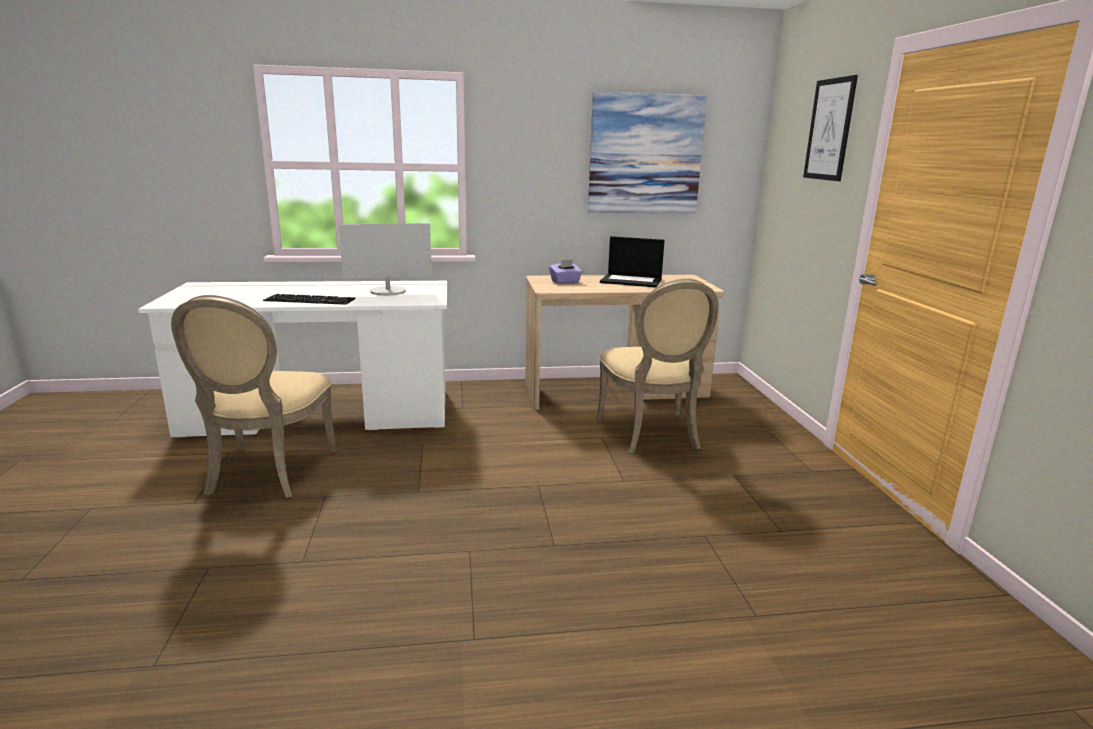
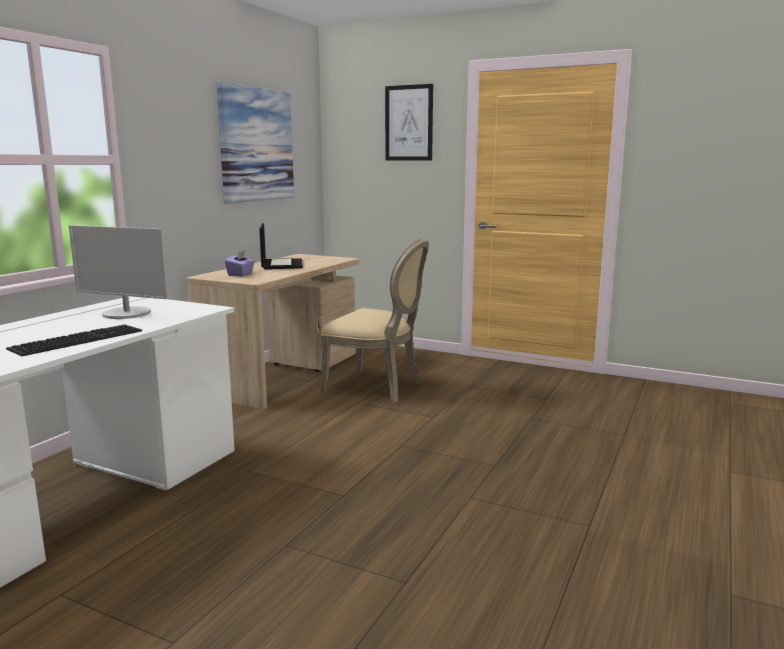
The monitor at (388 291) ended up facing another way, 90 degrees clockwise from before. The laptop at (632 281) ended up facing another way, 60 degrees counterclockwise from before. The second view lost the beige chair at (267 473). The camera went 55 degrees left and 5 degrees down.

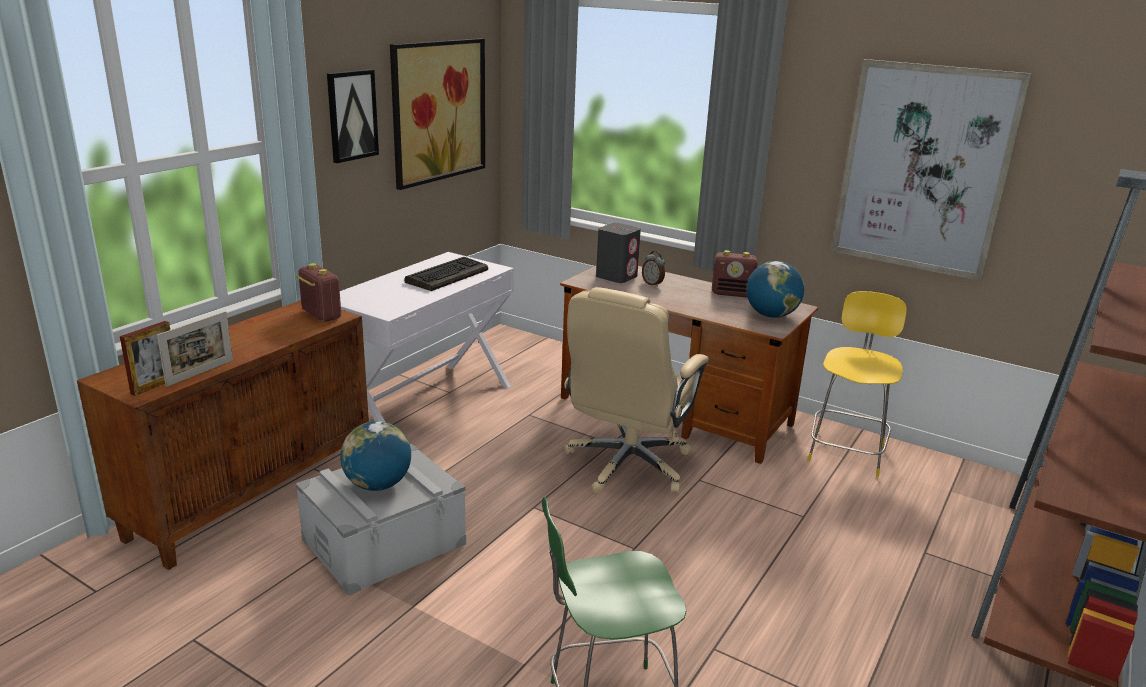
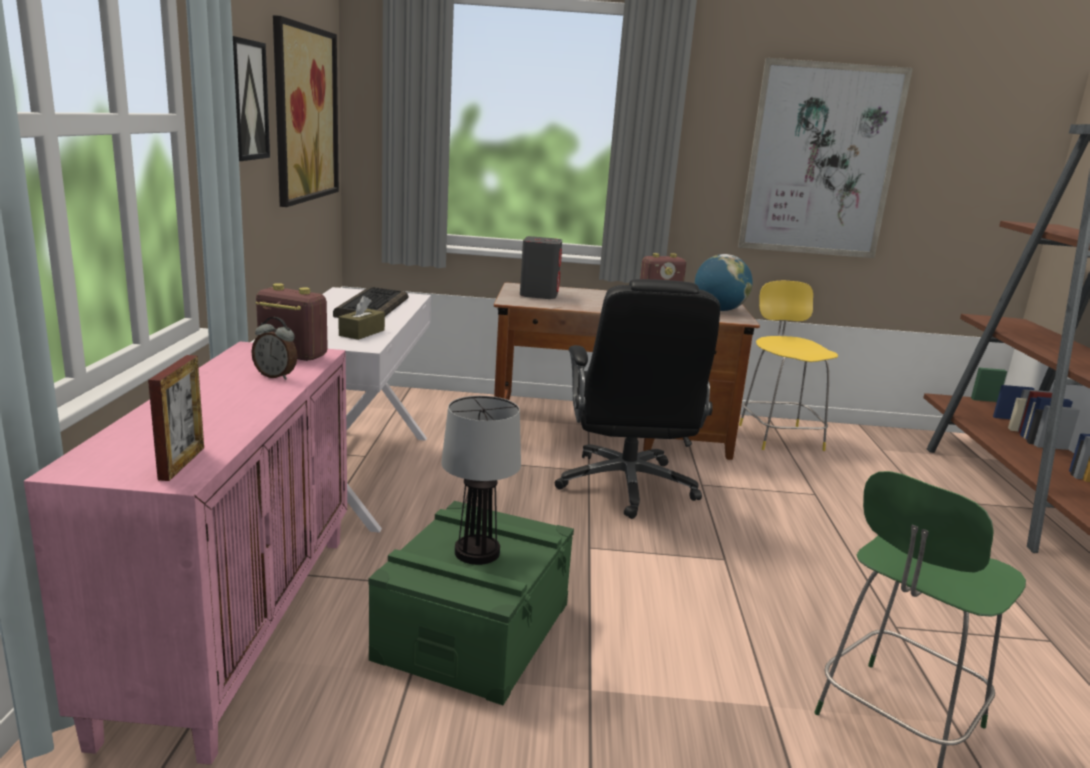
What was the brown cabinet at (253 493) turned into the pink cabinet at (235 624). The alarm clock ended up elsewhere, having gone from (653 284) to (276 376). The second view gained the brown tissue box at (362 333). What was the grey storage box at (384 542) turned into the green storage box at (474 630). Where the globe stood at (378 485), the table lamp came to stand at (476 552). What was the beige office chair at (627 465) turned into the black office chair at (627 486). The second view lost the picture frame at (200 373). The camera went 30 degrees left and 5 degrees down.

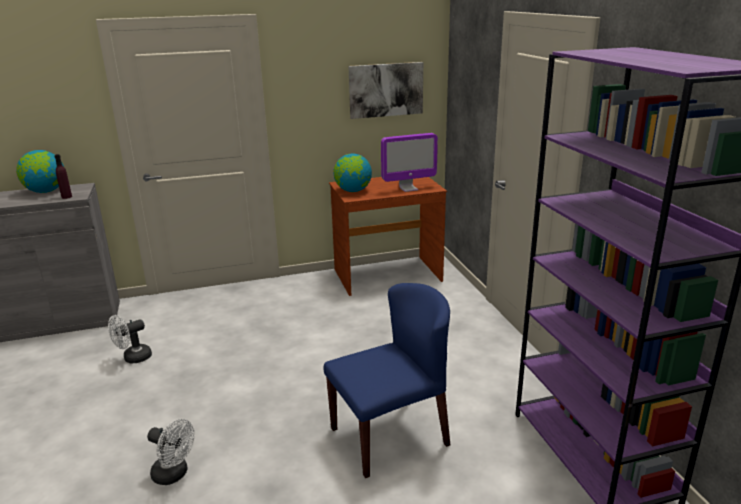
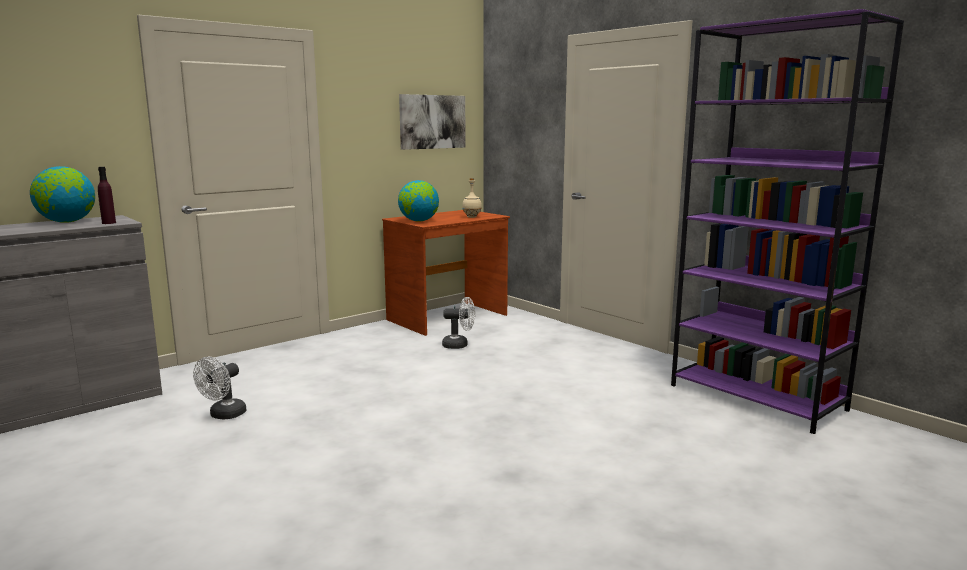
The white fan ended up elsewhere, having gone from (174 474) to (459 345). Where the monitor stood at (408 189), the beige bottle came to stand at (472 217). The second view lost the blue chair at (390 436). The camera went 25 degrees left and 10 degrees down.

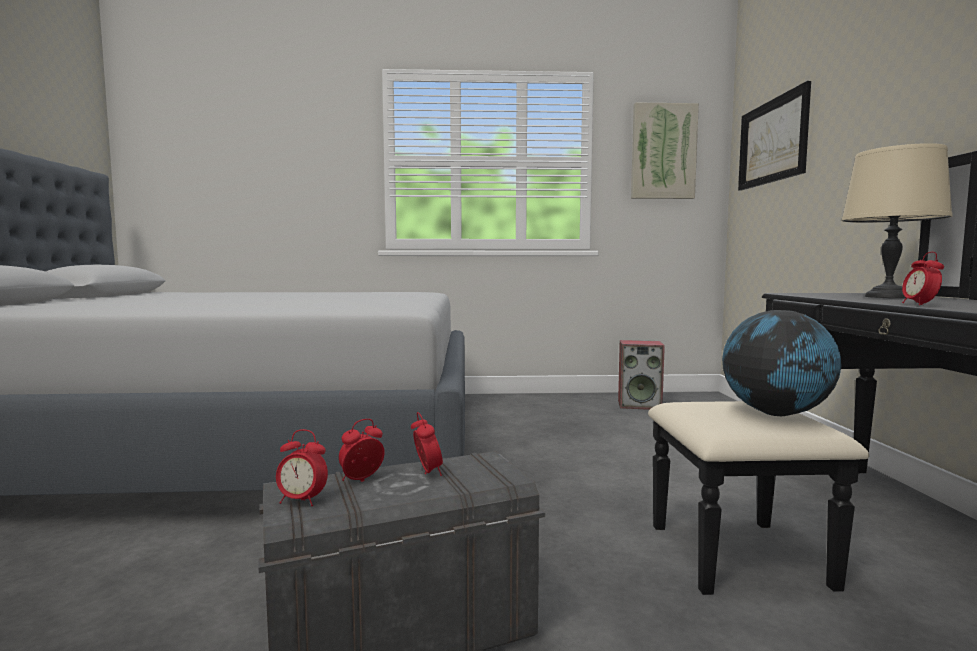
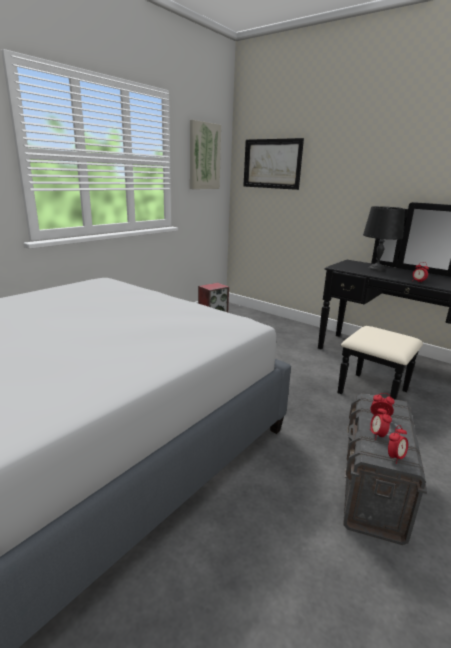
What was the beige table lamp at (886 297) turned into the black table lamp at (376 269). The second view lost the globe at (776 413). The camera went 50 degrees left and 15 degrees up.

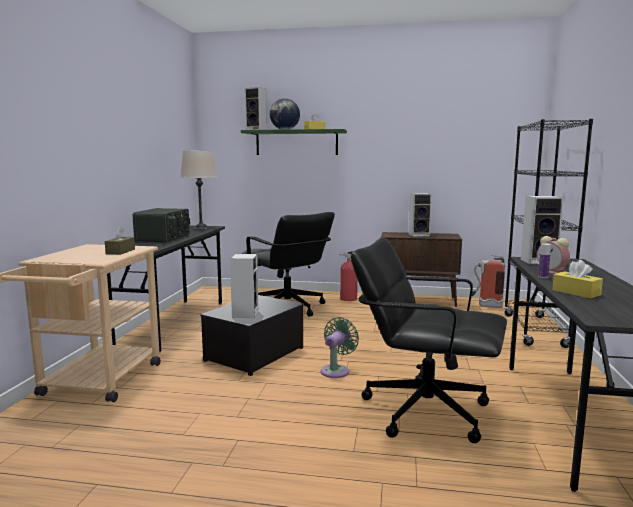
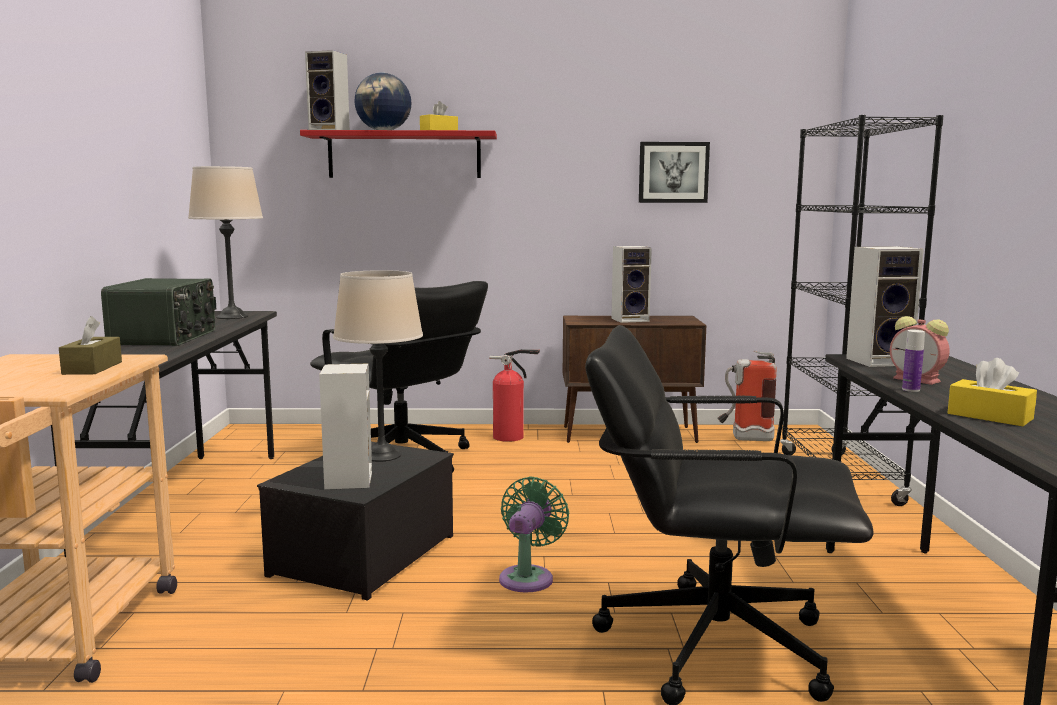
What was the green shelf at (296 142) turned into the red shelf at (404 155). The second view gained the beige table lamp at (382 455). The second view gained the picture at (673 172). The camera went 10 degrees left and 0 degrees up.

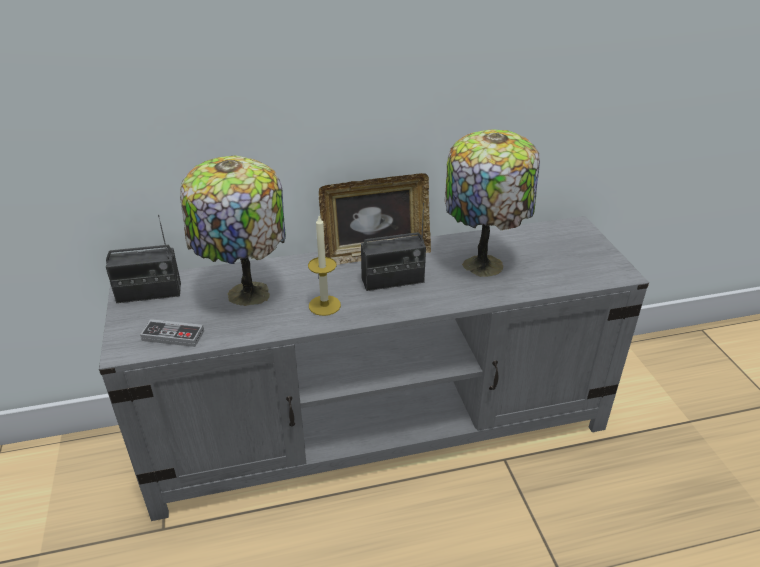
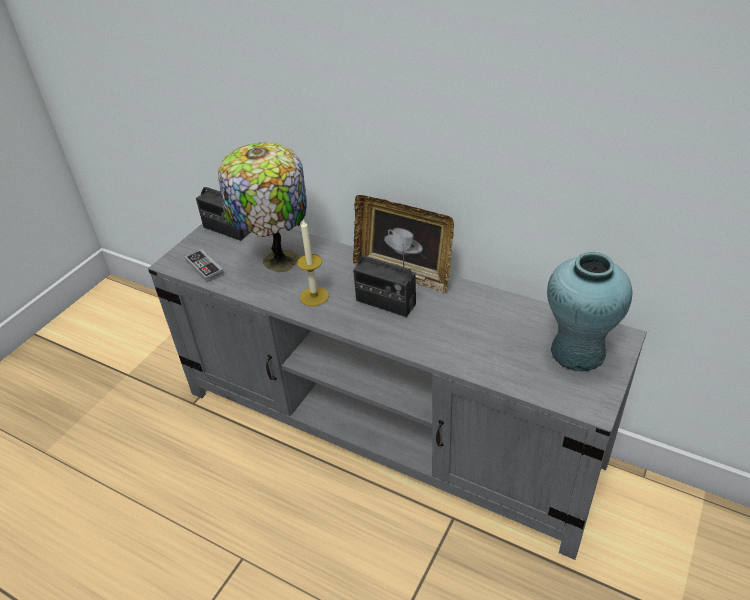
The second view gained the turquoise vase at (577 352). The second view lost the table lamp at (484 263). The camera went 45 degrees right and 5 degrees up.

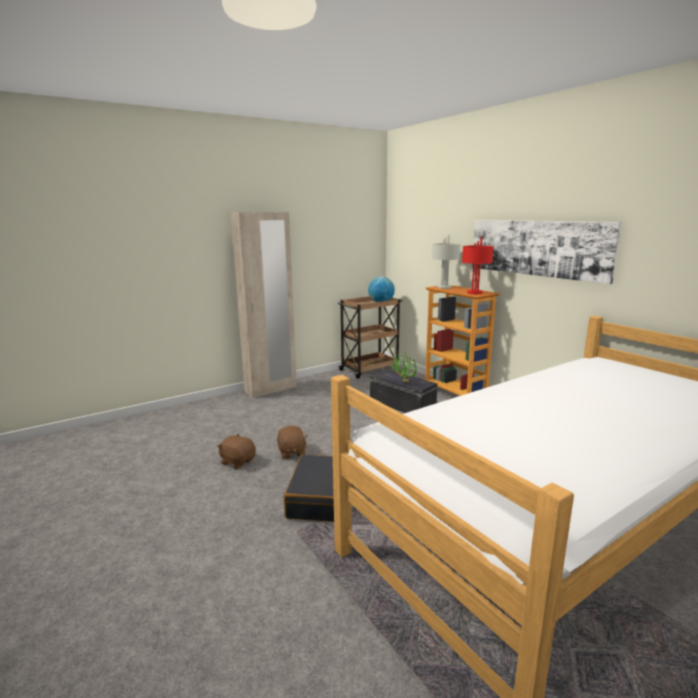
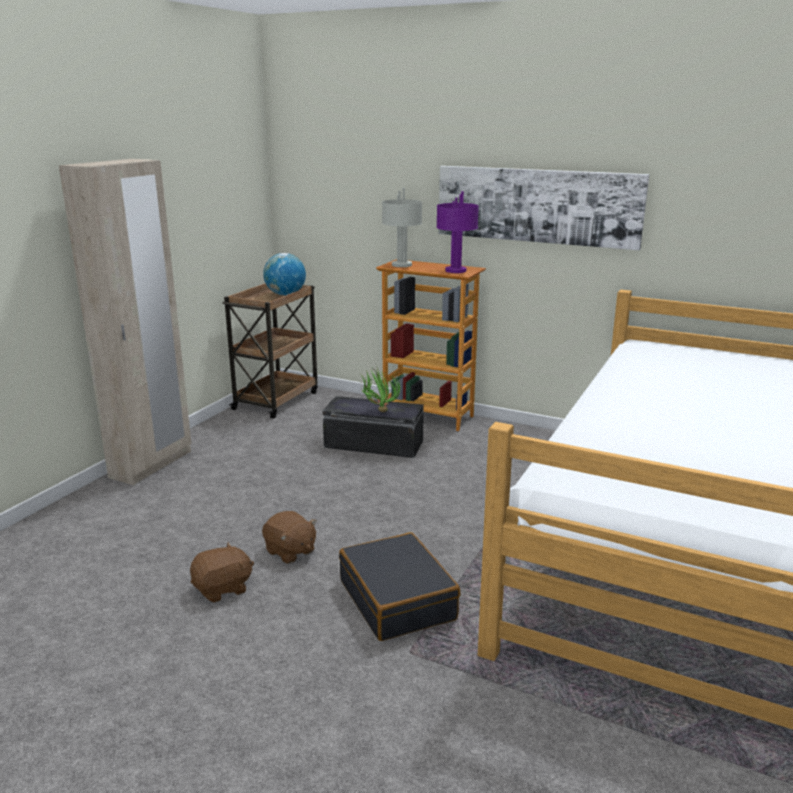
The brown plush toy at (238 461) ended up facing another way, 150 degrees clockwise from before. What was the red table lamp at (474 293) turned into the purple table lamp at (455 271). The camera went 30 degrees left and 5 degrees up.

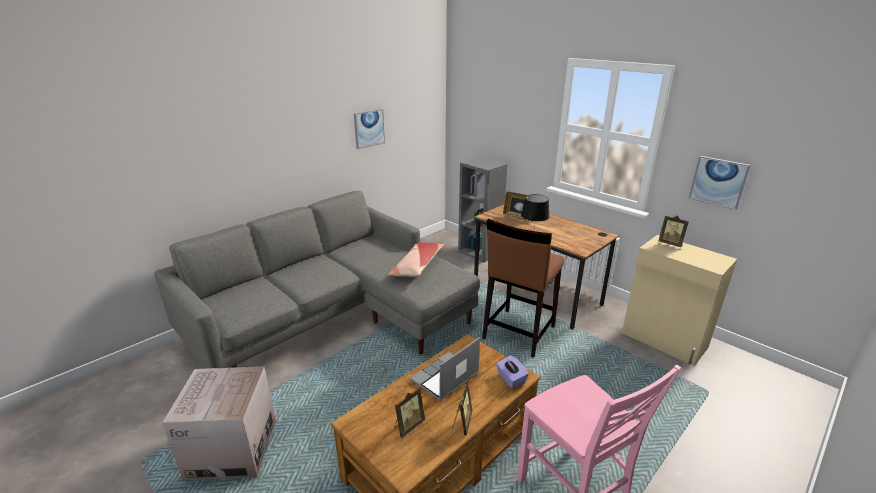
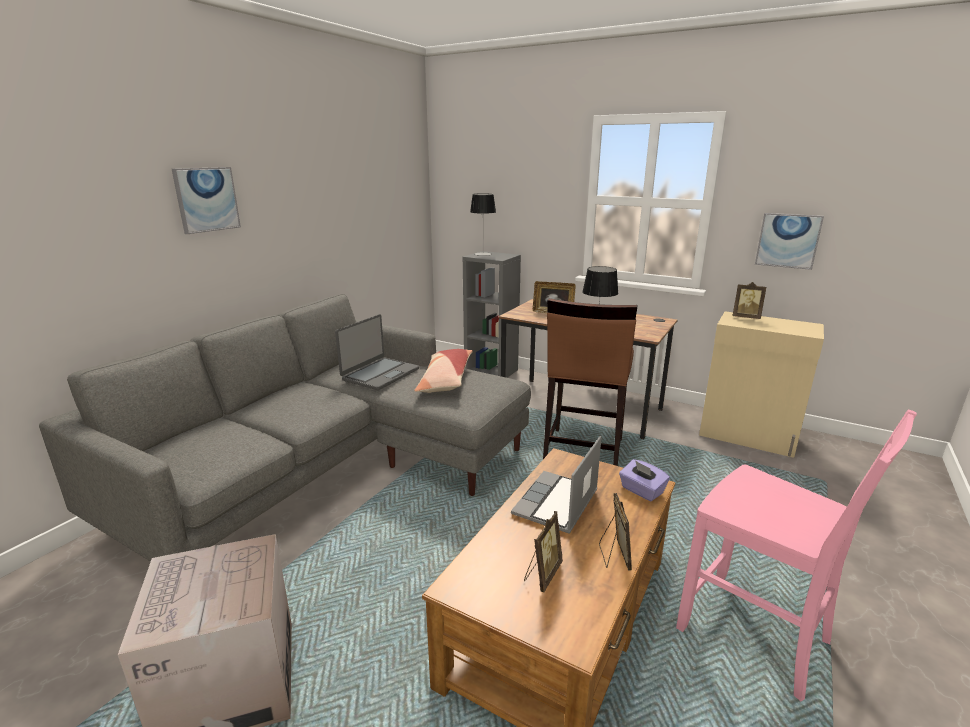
The picture ended up elsewhere, having gone from (369 128) to (206 199). The second view gained the laptop at (380 374). The second view gained the table lamp at (483 254). The camera went 15 degrees left and 5 degrees down.

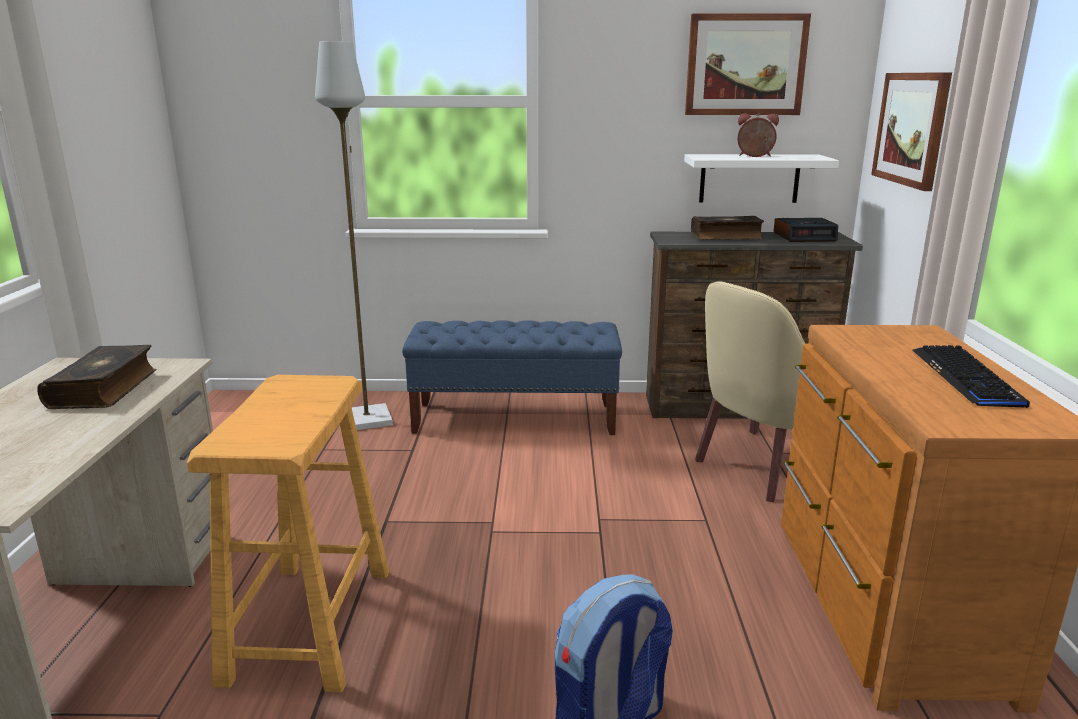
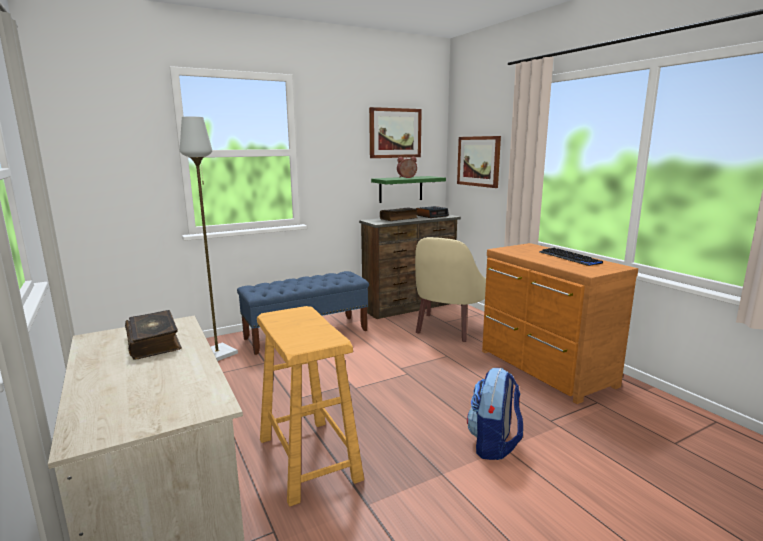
What was the white shelf at (749 178) turned into the green shelf at (401 189). The camera went 30 degrees left and 5 degrees down.

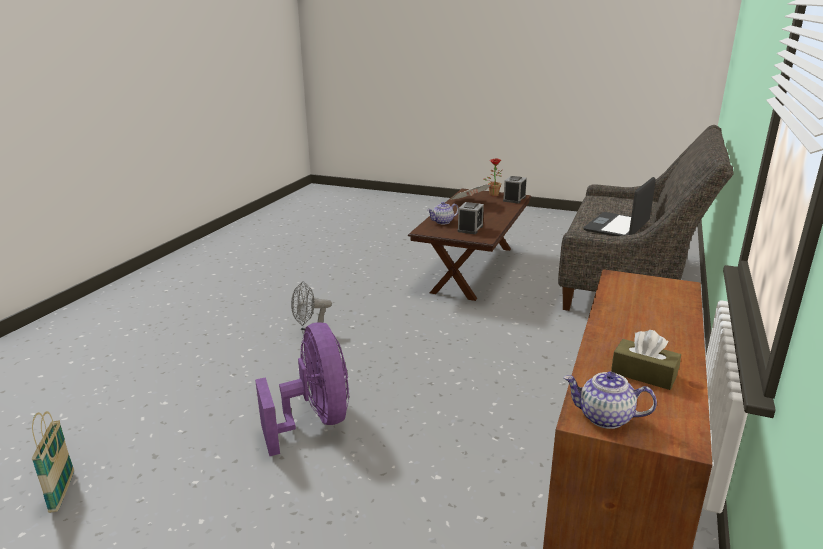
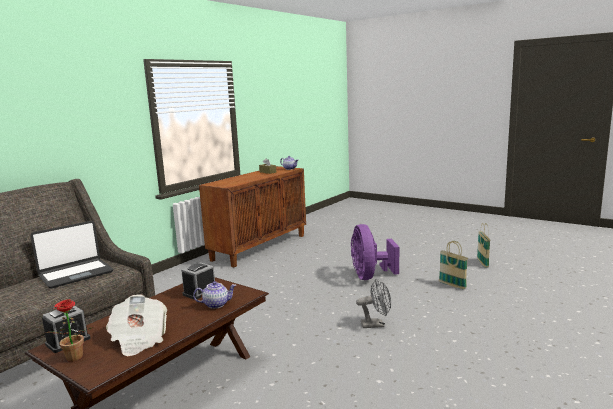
The second view gained the basket at (452 285). The camera went 165 degrees left and 10 degrees down.

